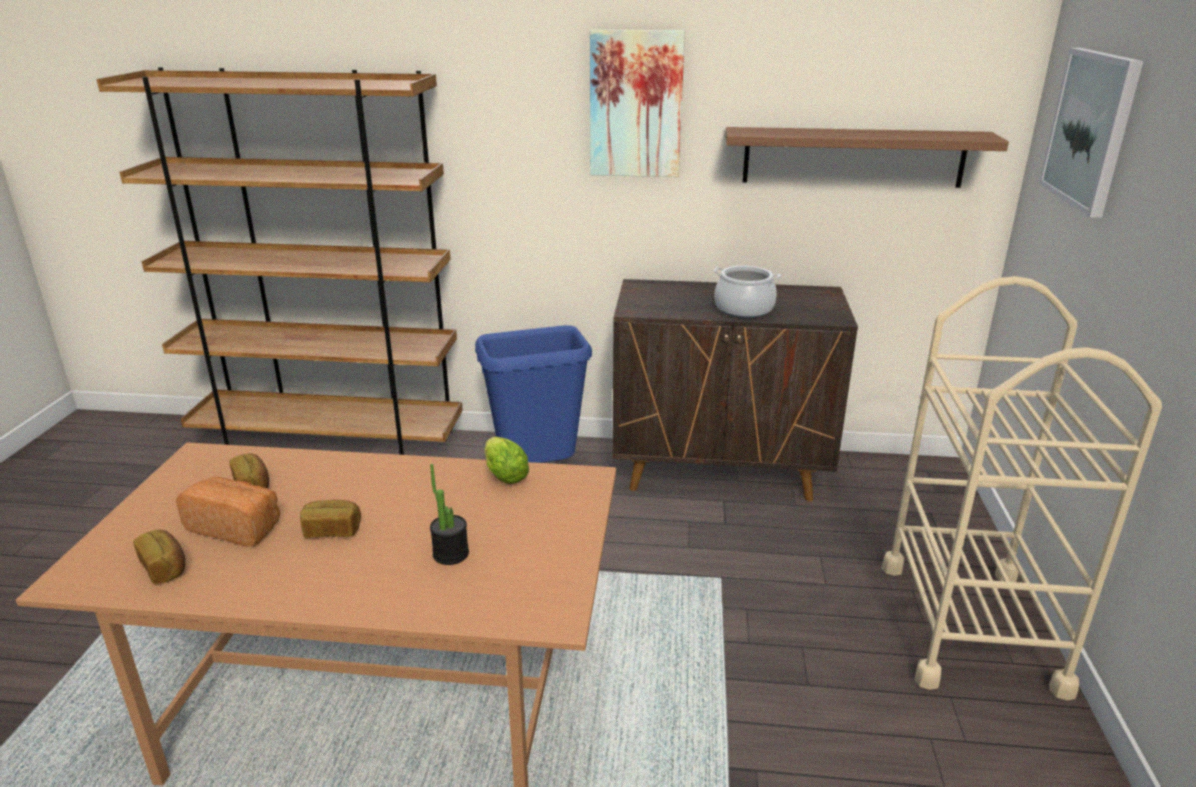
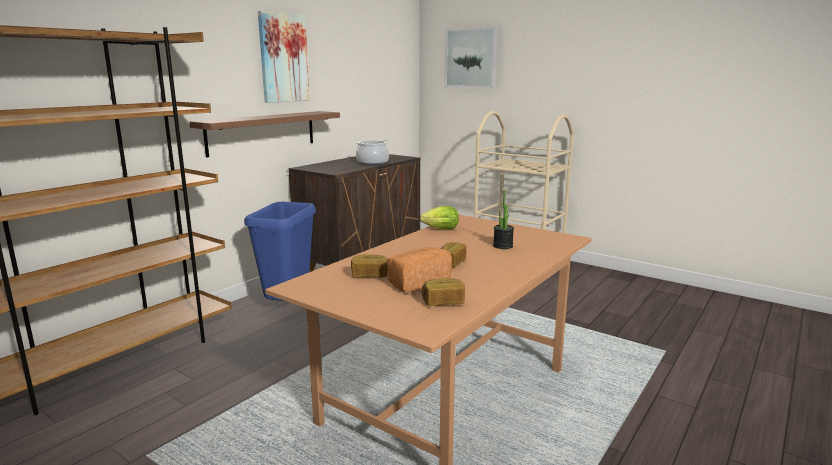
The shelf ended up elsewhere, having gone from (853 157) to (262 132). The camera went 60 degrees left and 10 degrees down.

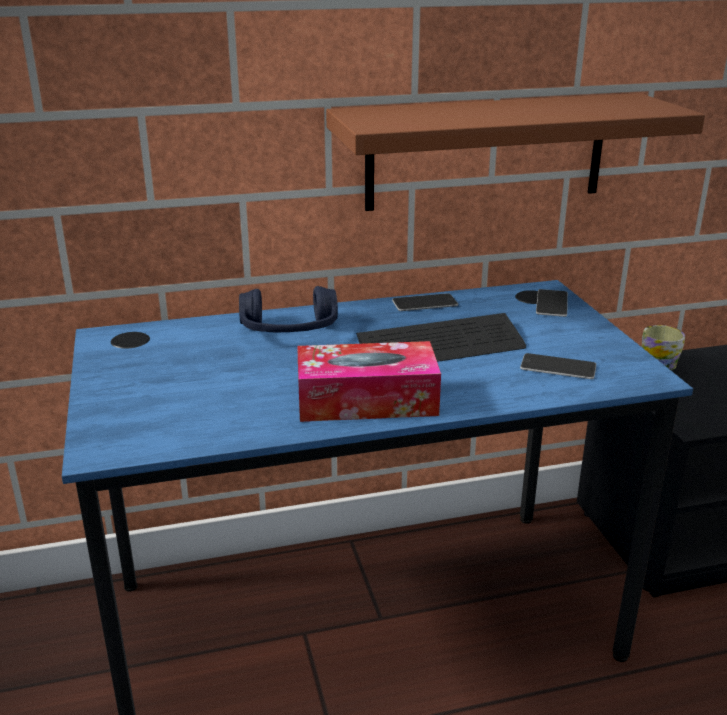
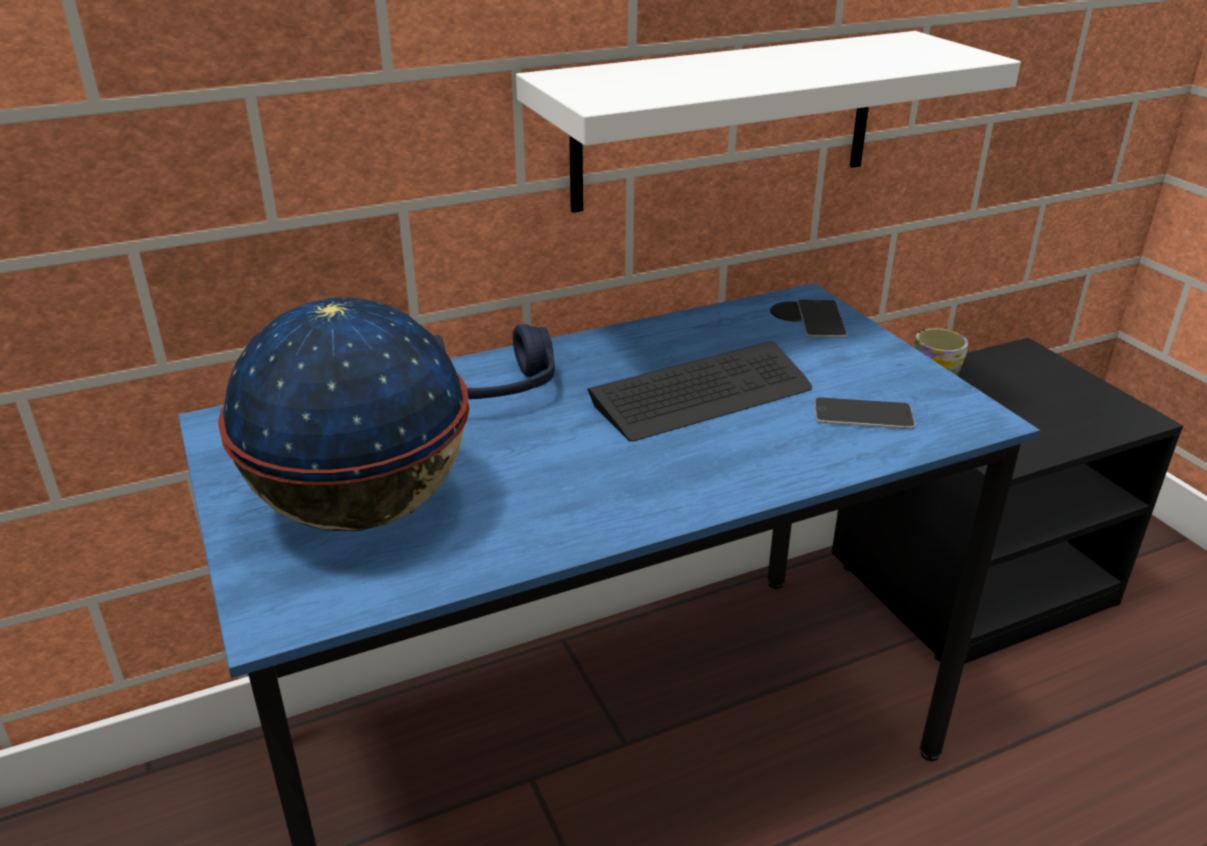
The second view gained the globe at (363 507). What was the brown shelf at (486 151) turned into the white shelf at (726 120). The second view lost the tissue box at (366 400). The second view lost the phone at (424 303). The camera went 10 degrees left and 5 degrees up.

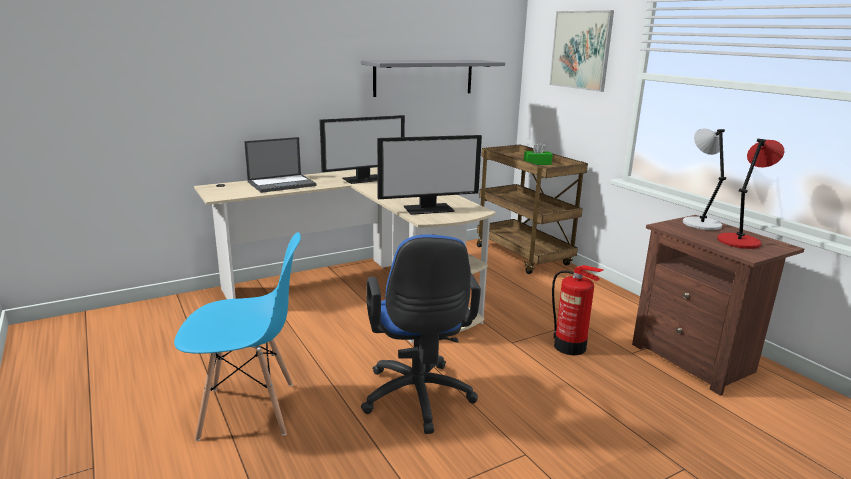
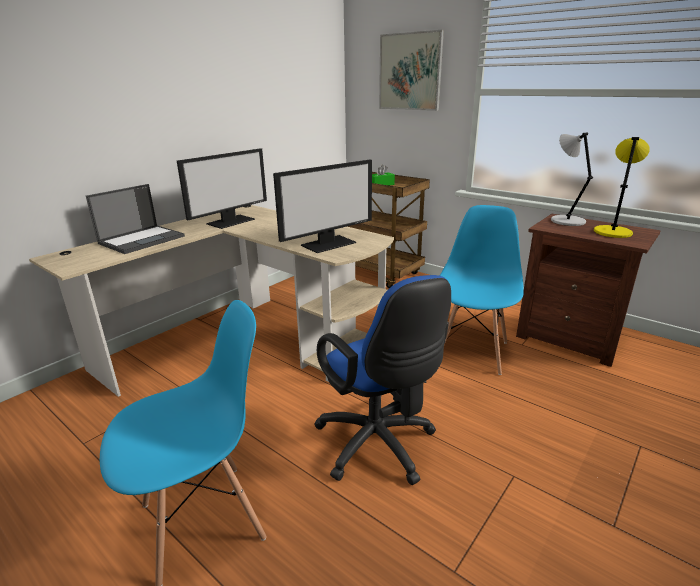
Where the fire extinguisher stood at (570 347), the blue chair came to stand at (472 351). What was the red table lamp at (739 241) turned into the yellow table lamp at (612 232). The second view lost the grey shelf at (424 77). The camera went 20 degrees left and 5 degrees up.

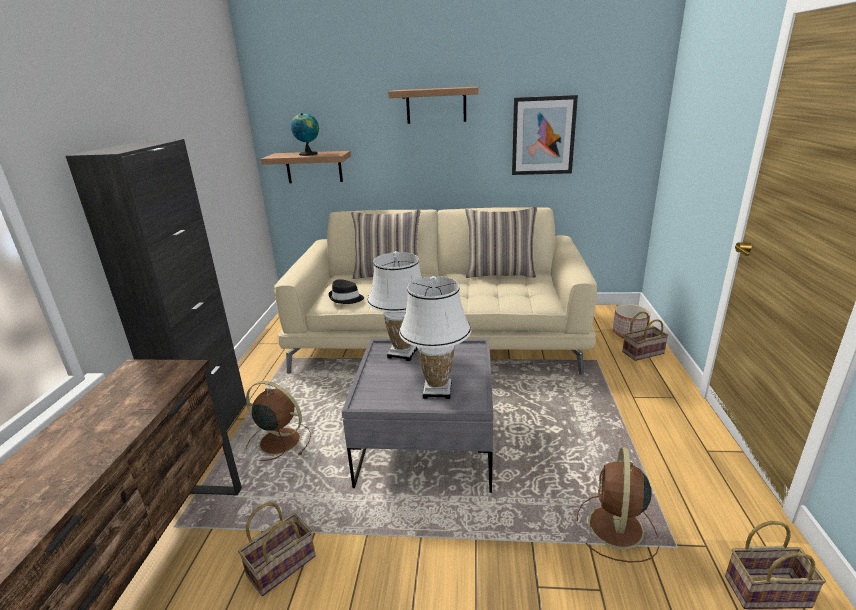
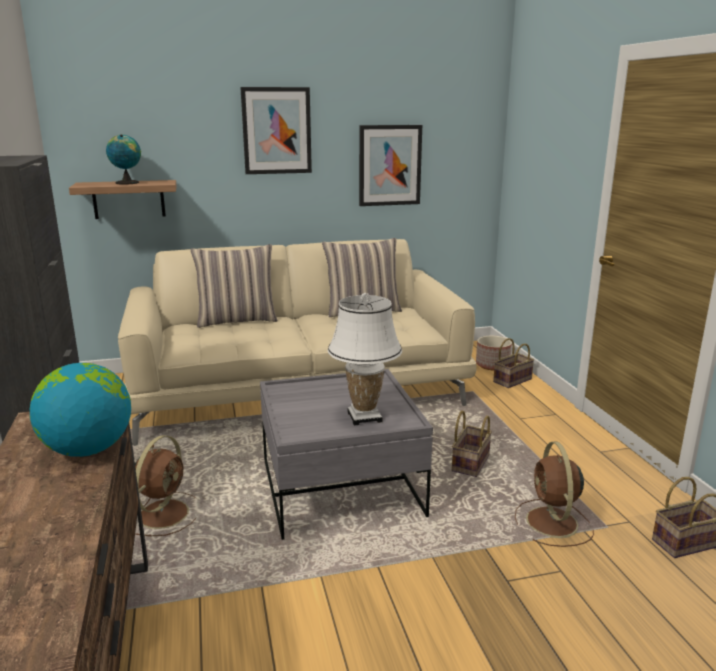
The second view gained the globe at (88 450). The brown fan at (278 441) ended up facing another way, 105 degrees clockwise from before. Where the shelf hung at (436 105), the picture came to hang at (276 131). The basket ended up elsewhere, having gone from (282 564) to (470 462). The second view lost the black hat at (346 298). The second view lost the white table lamp at (402 353). The camera went 20 degrees left and 5 degrees down.

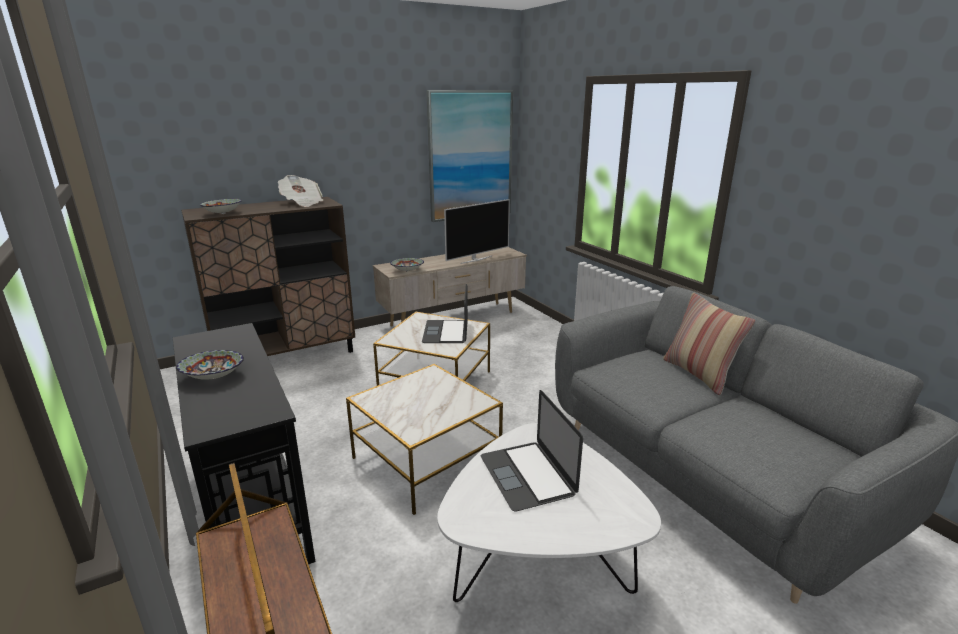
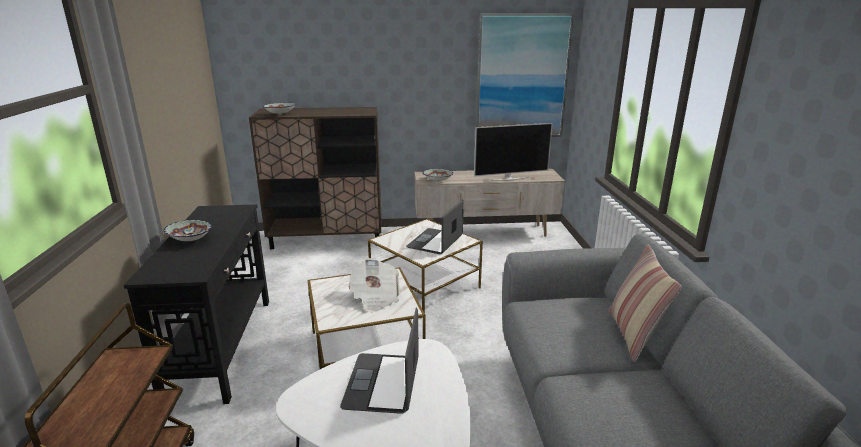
The newspaper ended up elsewhere, having gone from (302 203) to (375 298). The camera went 25 degrees right and 0 degrees up.

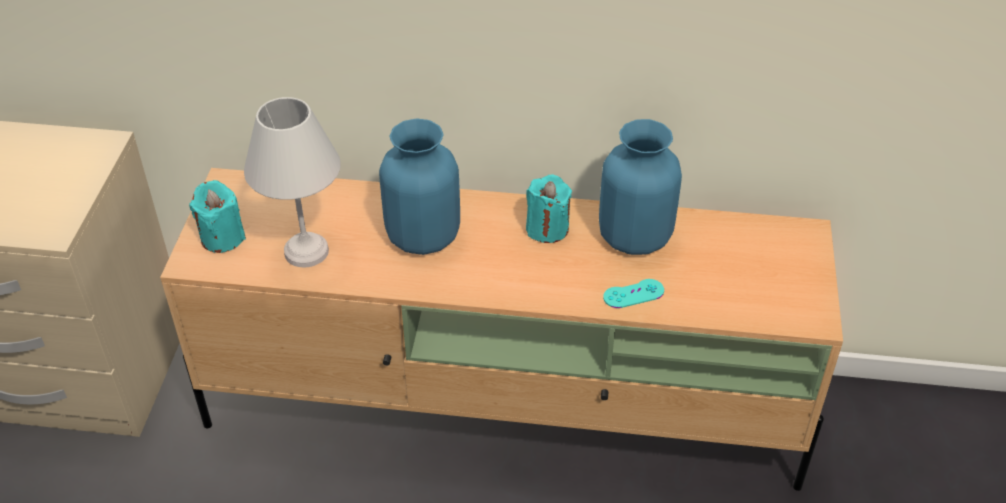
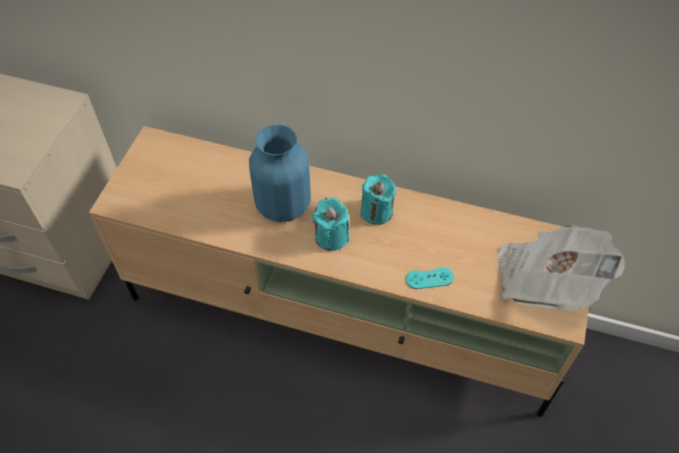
The turquoise candle ended up elsewhere, having gone from (222 237) to (331 237). The second view gained the newspaper at (546 280). The second view lost the white table lamp at (305 250). The second view lost the blue vase at (634 236). The camera went 10 degrees right and 10 degrees up.

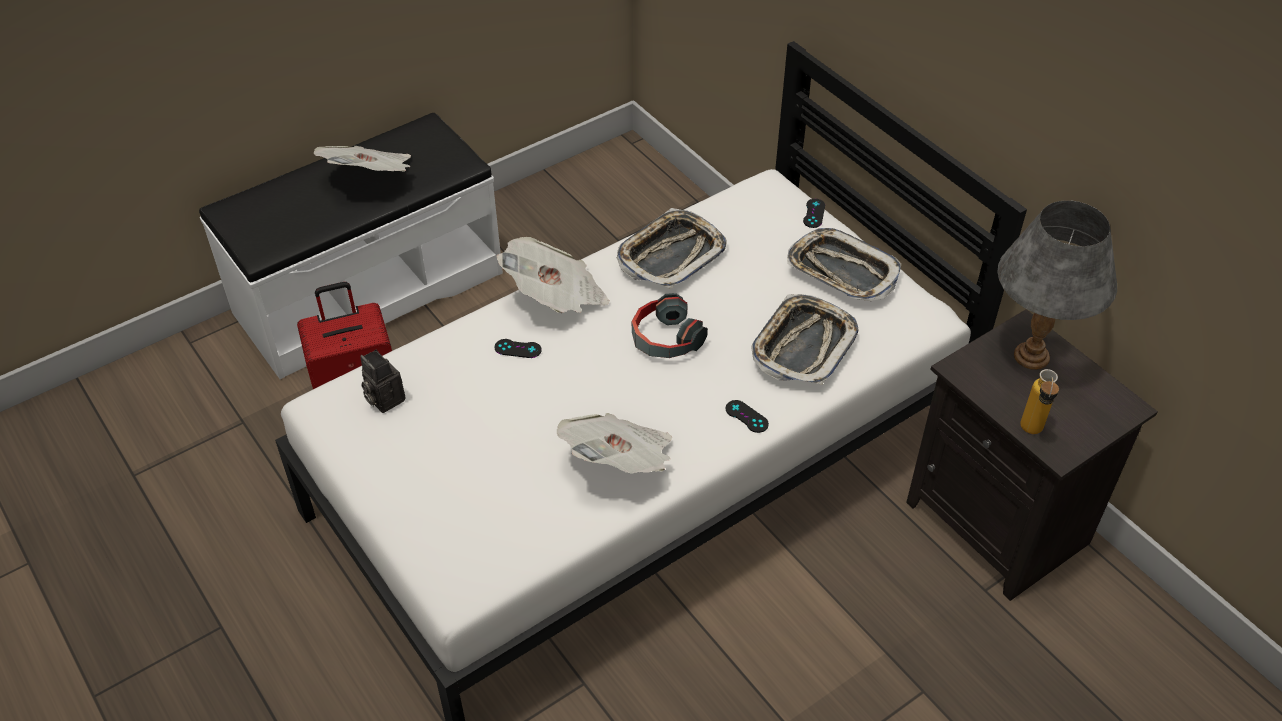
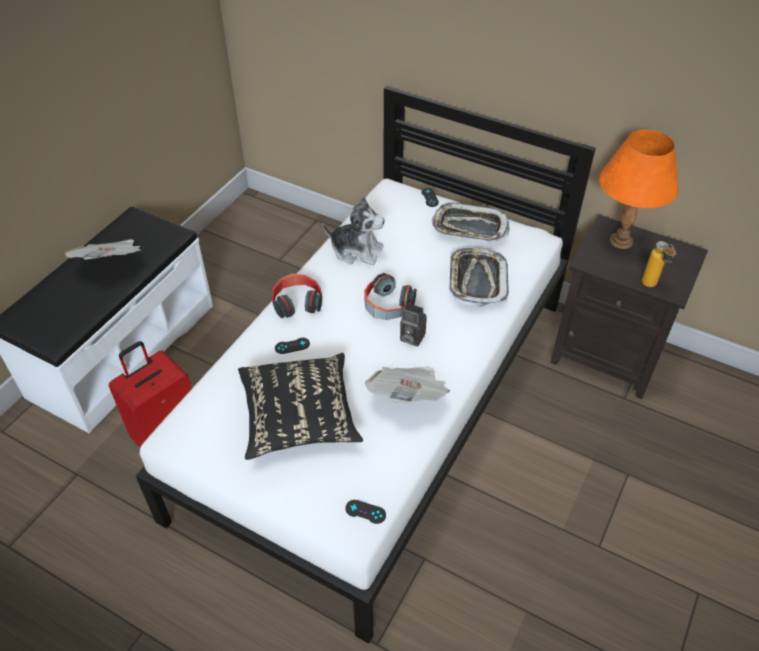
The second view gained the black pillow at (299 417). Where the newspaper stood at (556 297), the headphones came to stand at (297 302). Where the tray stood at (671 255), the plush toy came to stand at (356 250). The black game controller ended up elsewhere, having gone from (746 416) to (365 512). The photo camera ended up elsewhere, having gone from (383 398) to (410 338). What was the grey table lamp at (1032 356) turned into the orange table lamp at (621 241). The camera went 25 degrees left and 0 degrees up.

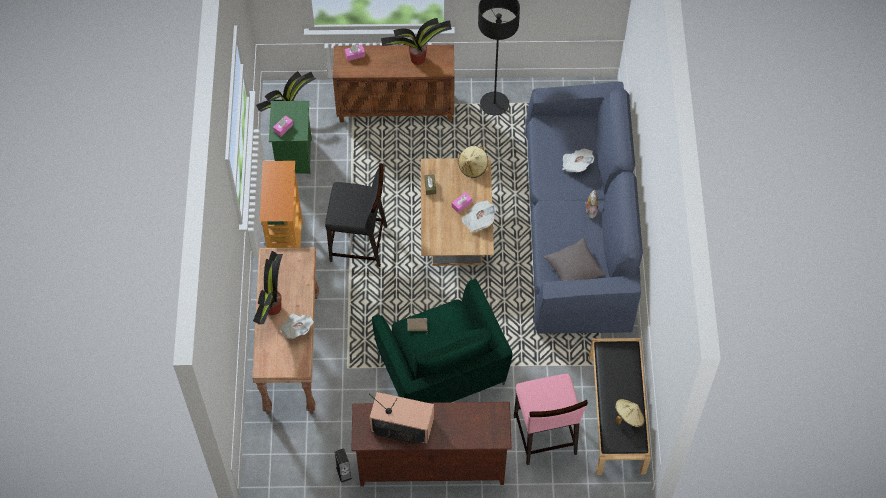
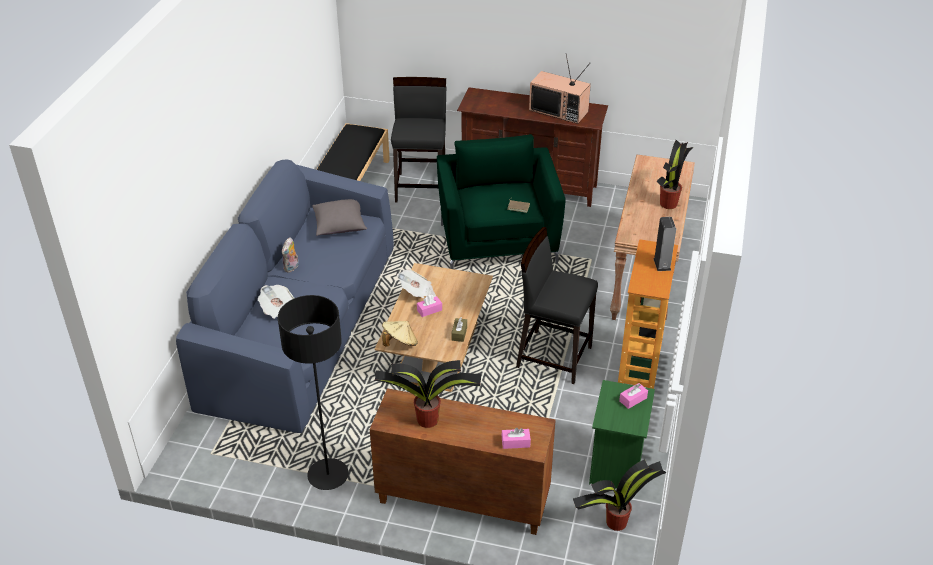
What was the pink stool at (544 436) turned into the black stool at (421 187). The speaker ended up elsewhere, having gone from (344 473) to (662 264). The second view lost the newspaper at (297 329). The second view lost the beige hat at (628 417). The camera went 165 degrees left and 20 degrees down.

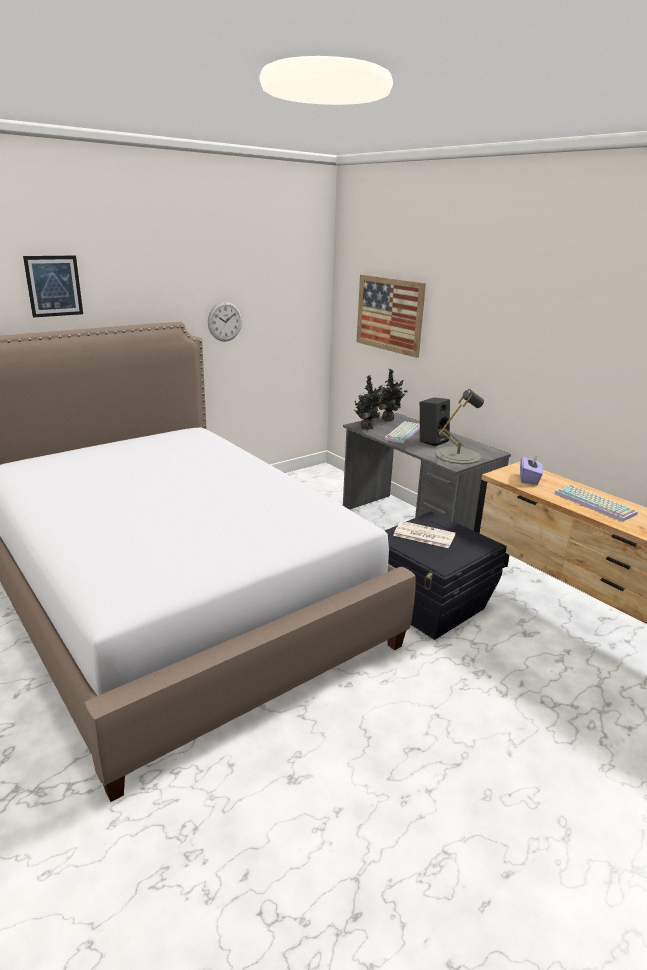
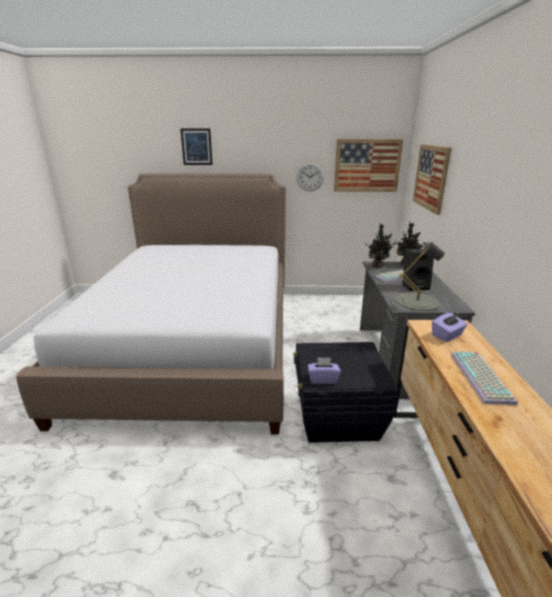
The second view gained the purple tissue box at (323 379). The second view gained the picture at (367 165). The second view lost the newspaper at (423 535). The camera went 40 degrees right and 0 degrees up.

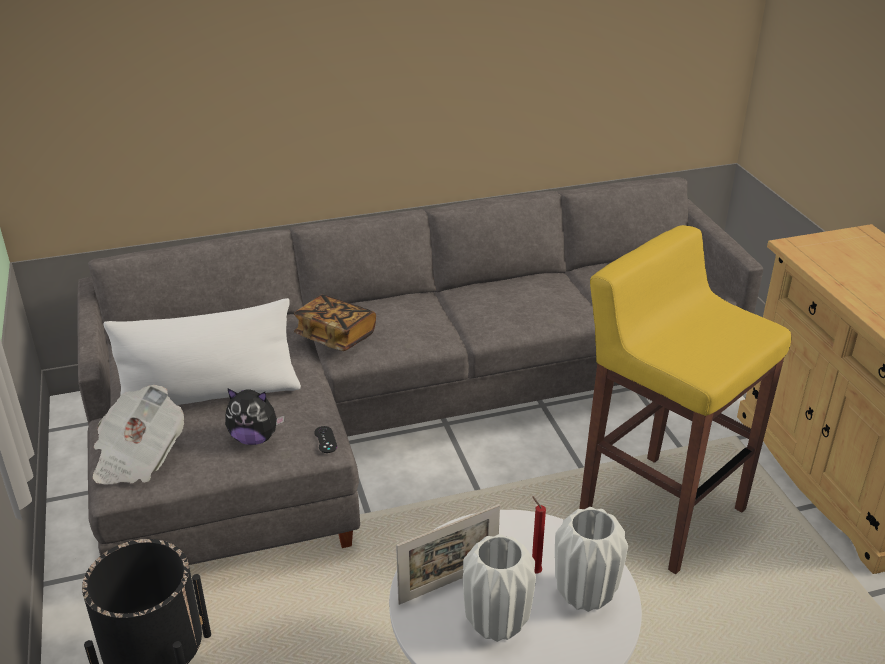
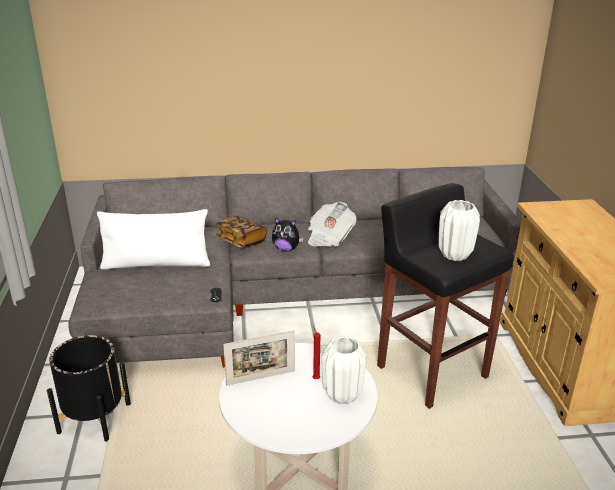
The plush toy ended up elsewhere, having gone from (255 438) to (286 249). The newspaper ended up elsewhere, having gone from (138 457) to (329 237). What was the yellow stool at (660 510) turned into the black stool at (431 370). The white vase ended up elsewhere, having gone from (496 624) to (454 255). The camera went 10 degrees right and 5 degrees down.

